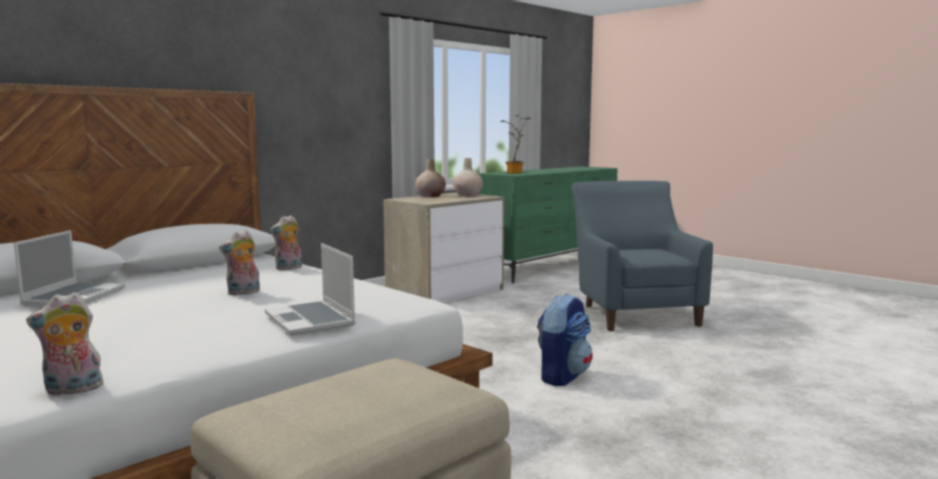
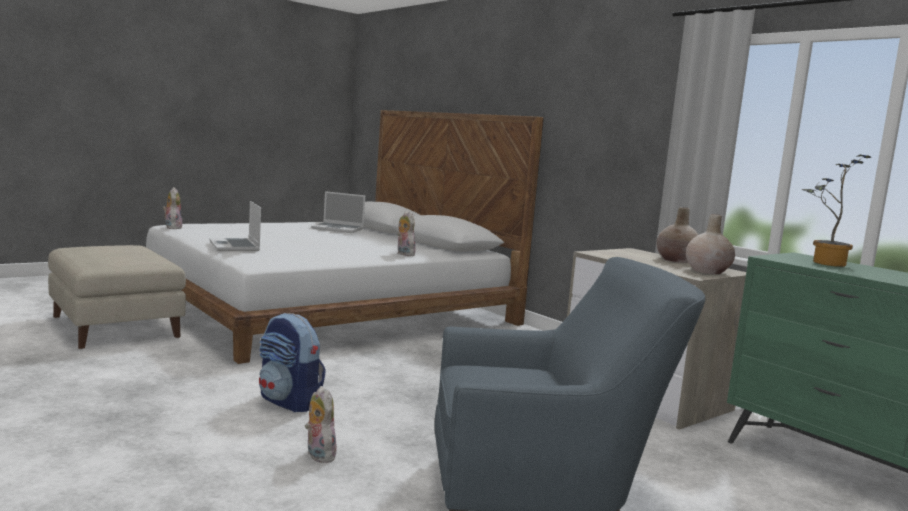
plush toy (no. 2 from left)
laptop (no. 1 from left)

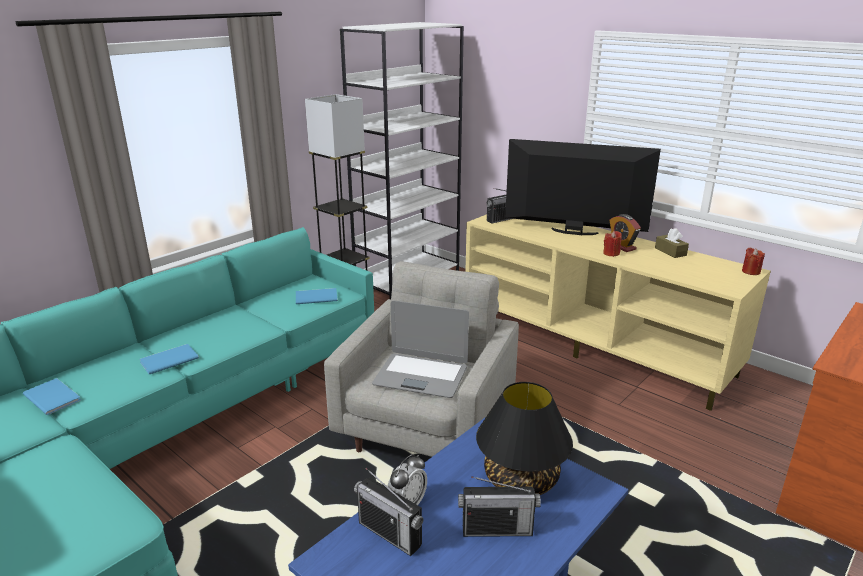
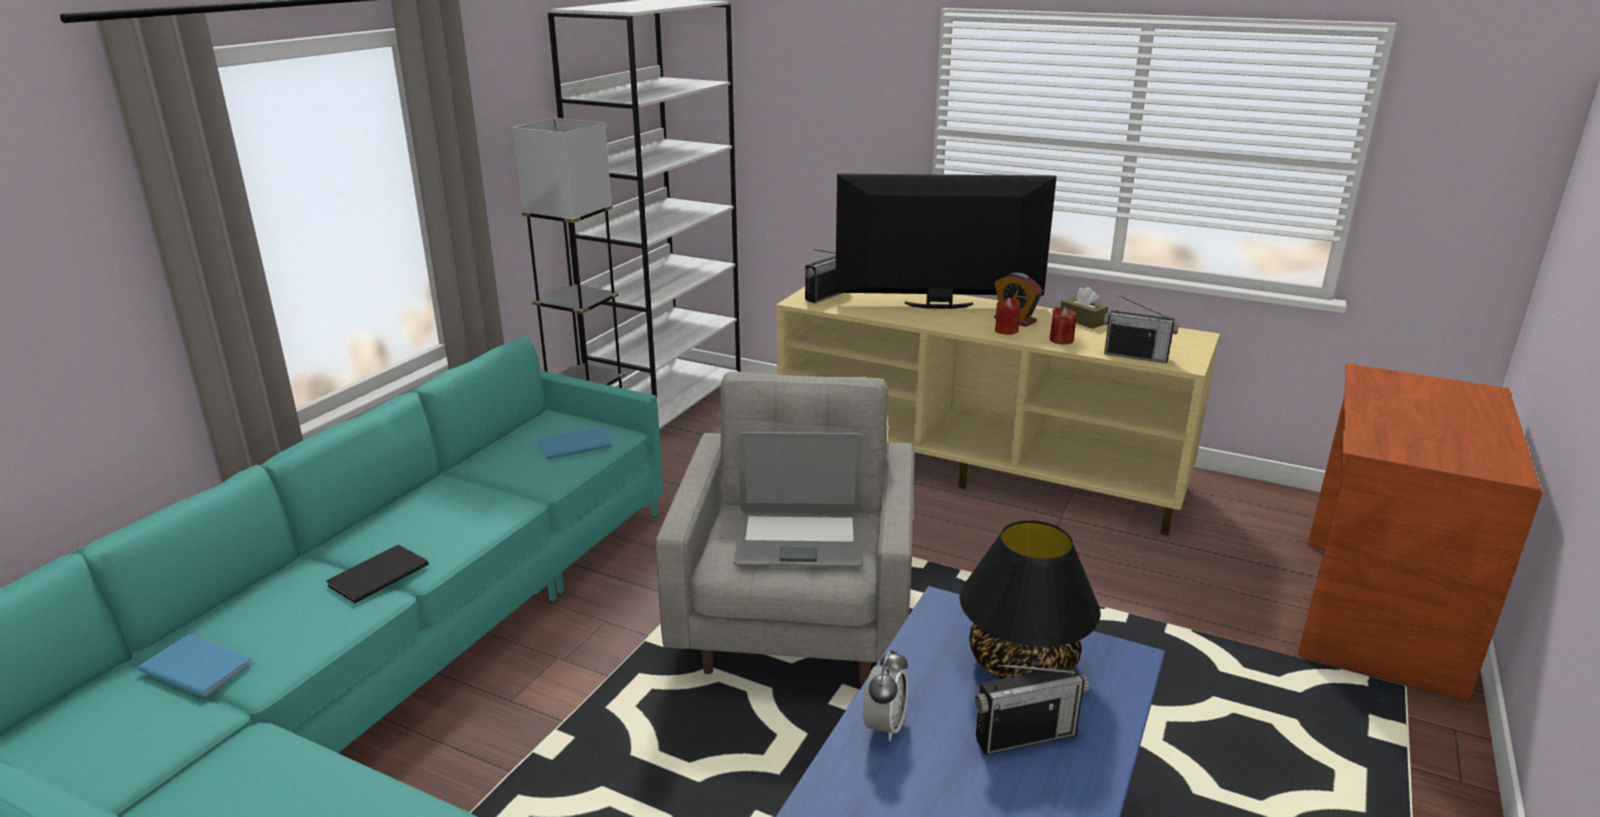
radio (no. 3 from left)
red candle (no. 2 from left)
black book

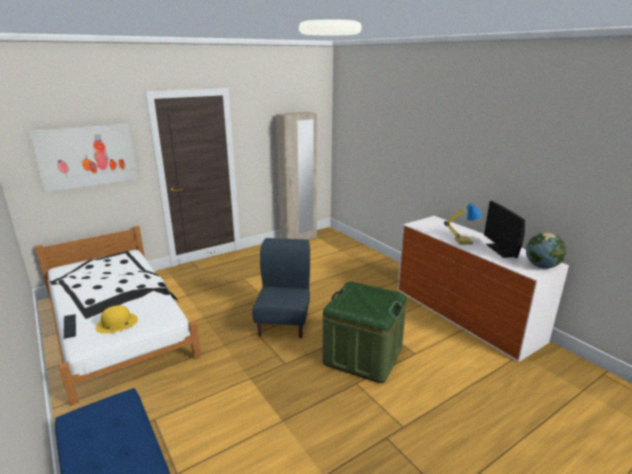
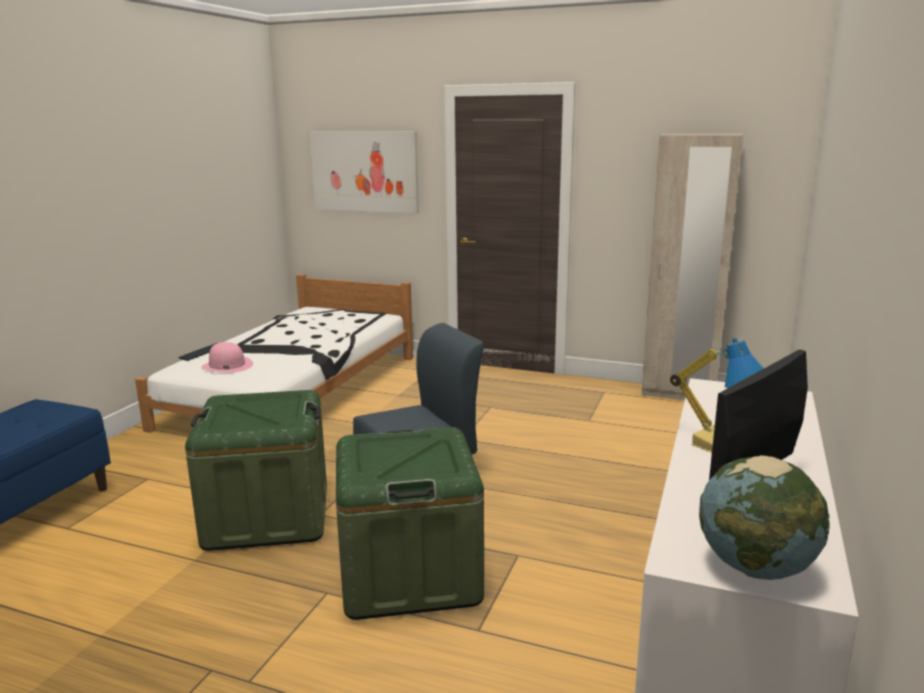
green storage box (no. 1 from left)
pink hat

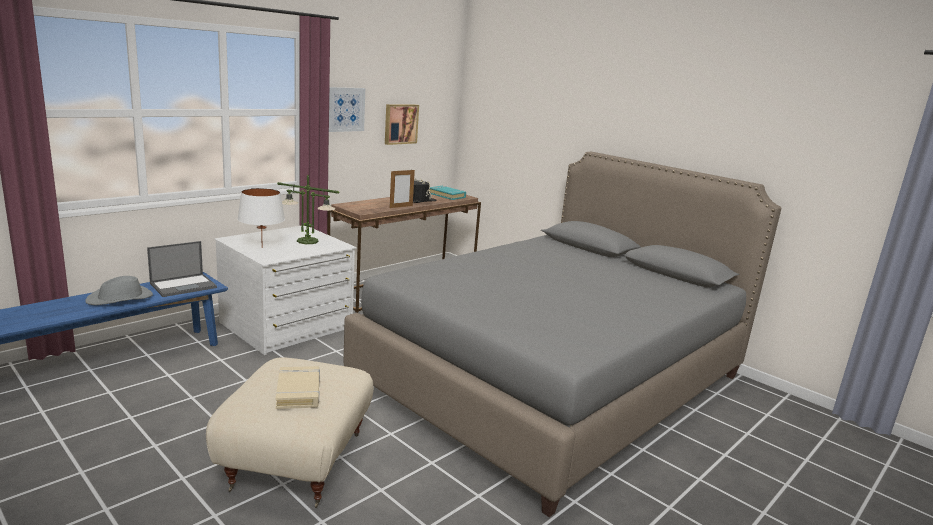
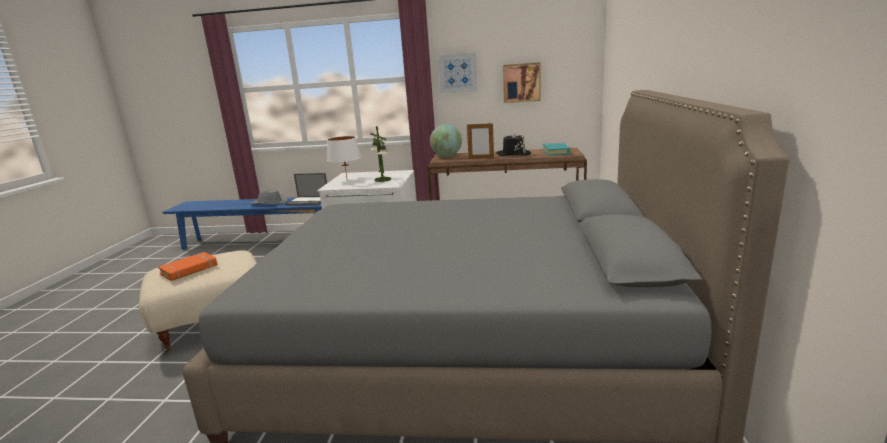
globe
orange book

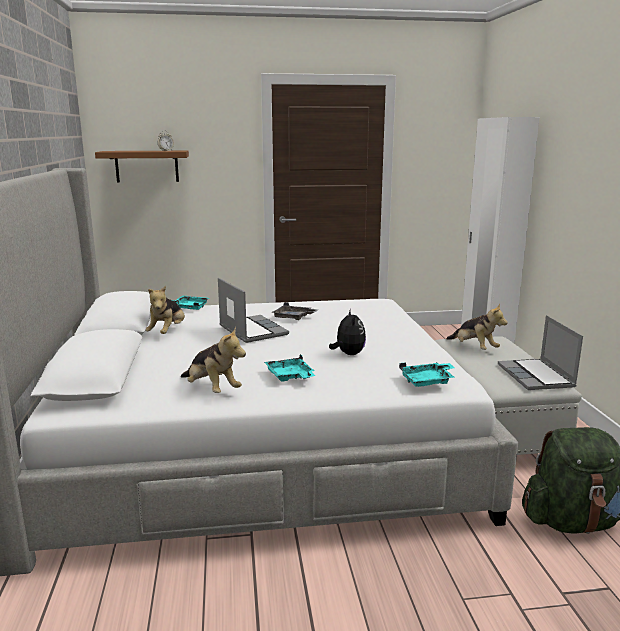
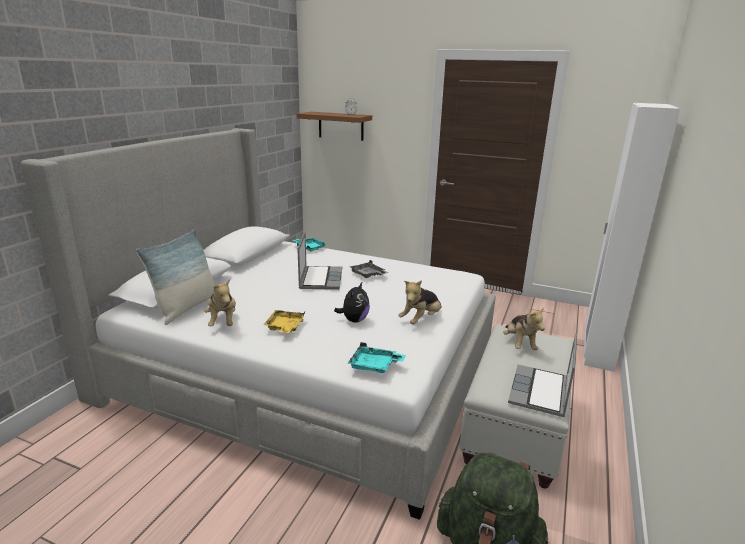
pillow
plush toy (no. 3 from left)
yellow tray

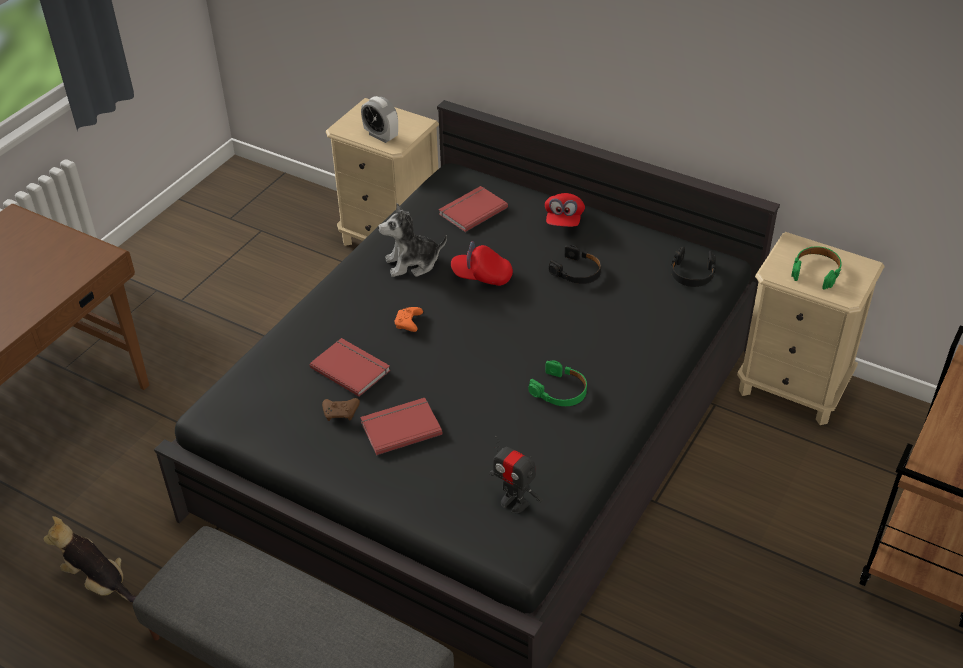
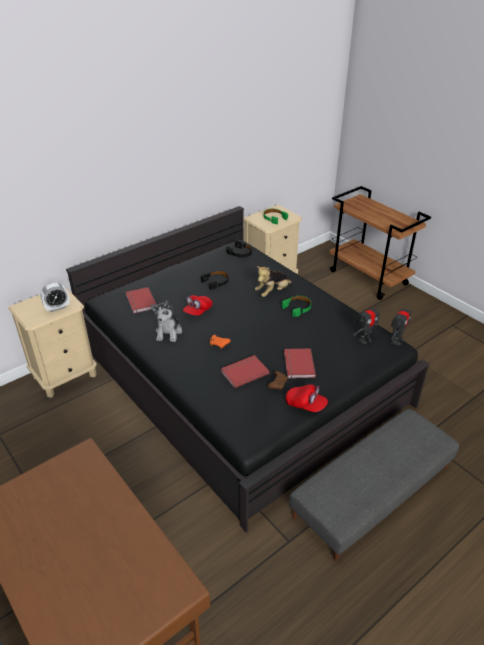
toy robot (no. 2 from left)
plush toy (no. 2 from left)
red cap (no. 2 from left)

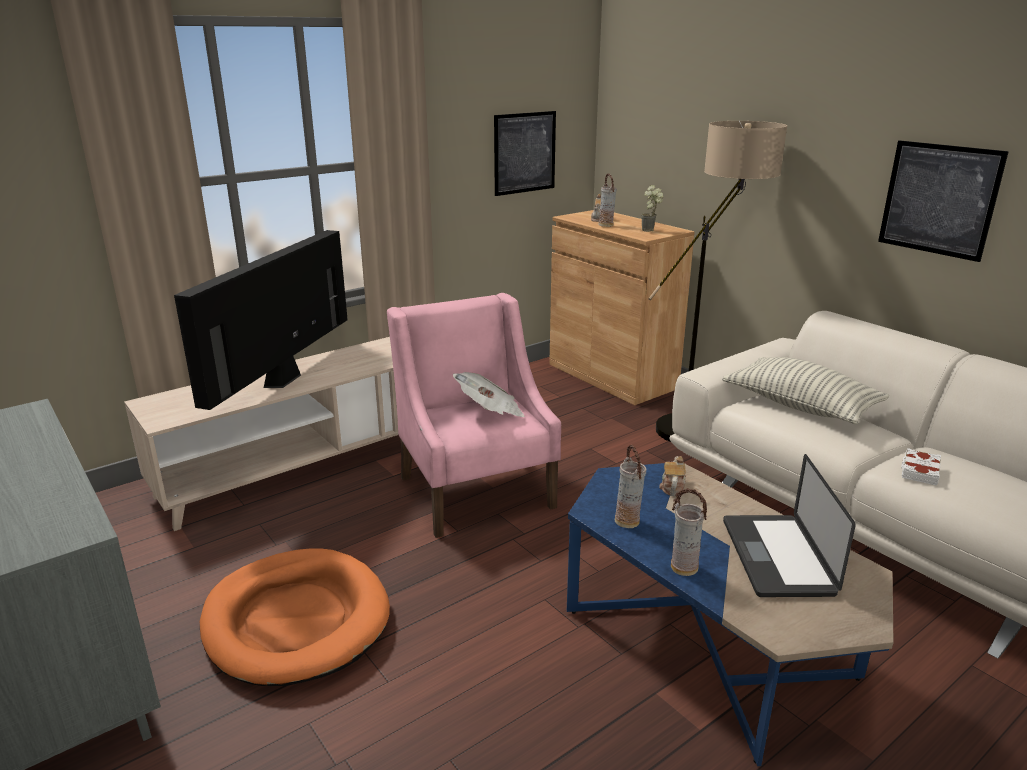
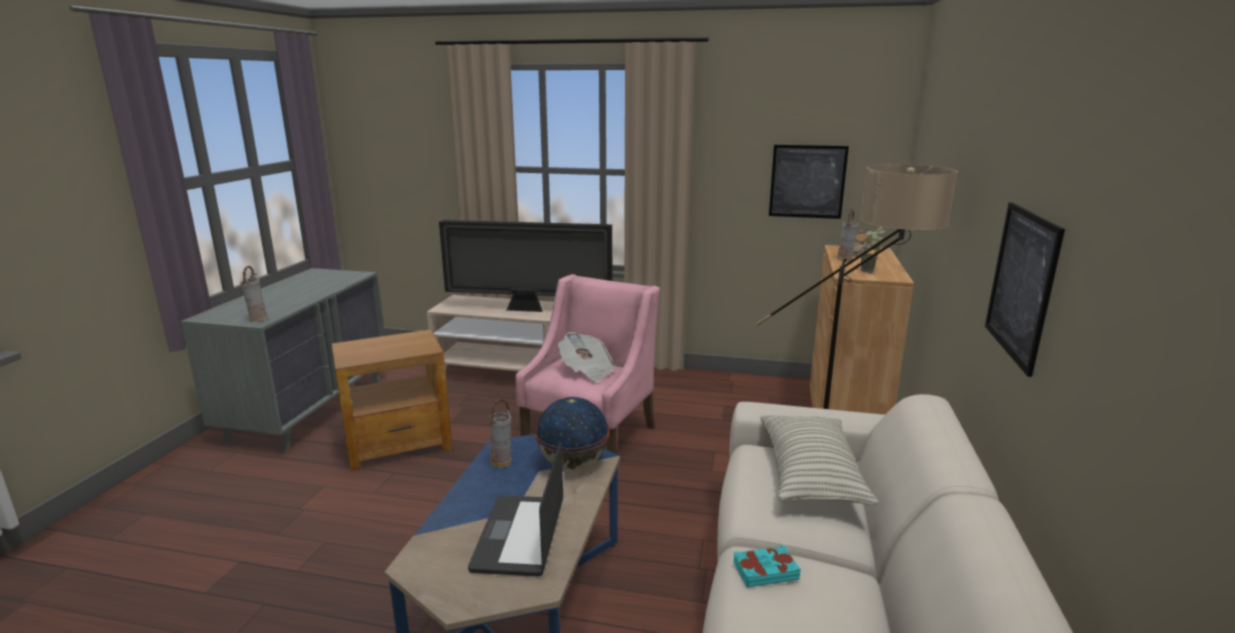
vase (no. 1 from left)
brown side table
globe
turquoise book
television
laptop

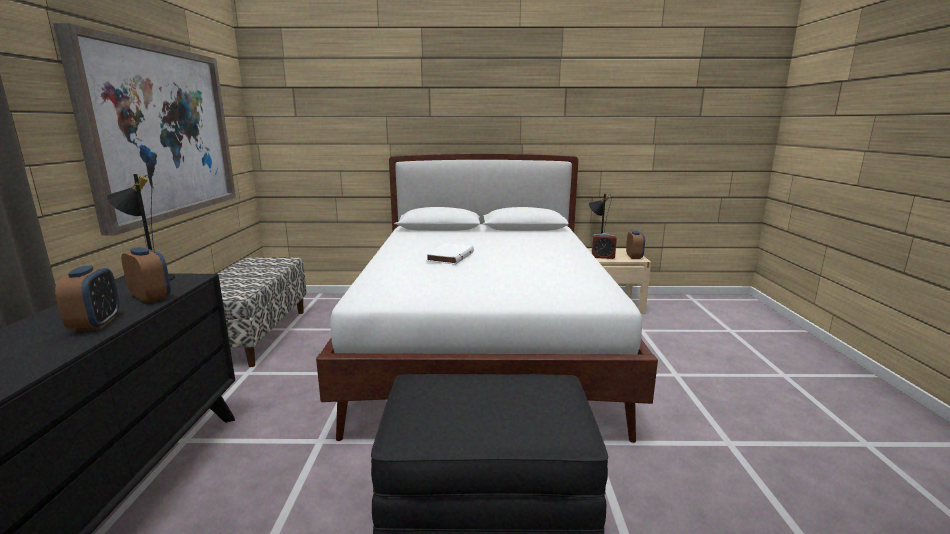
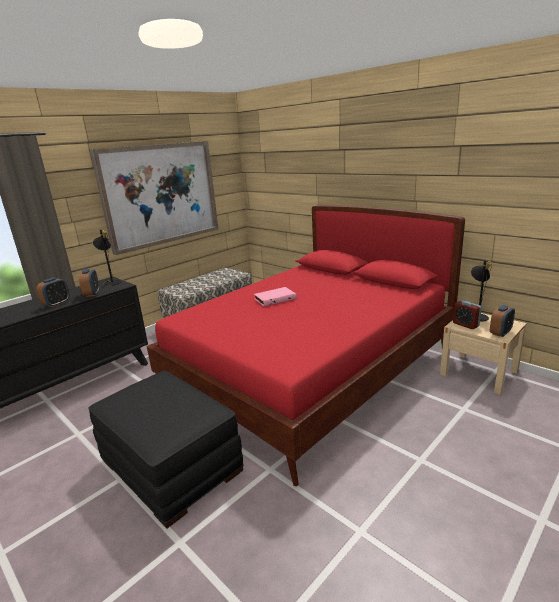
red bed
pink book

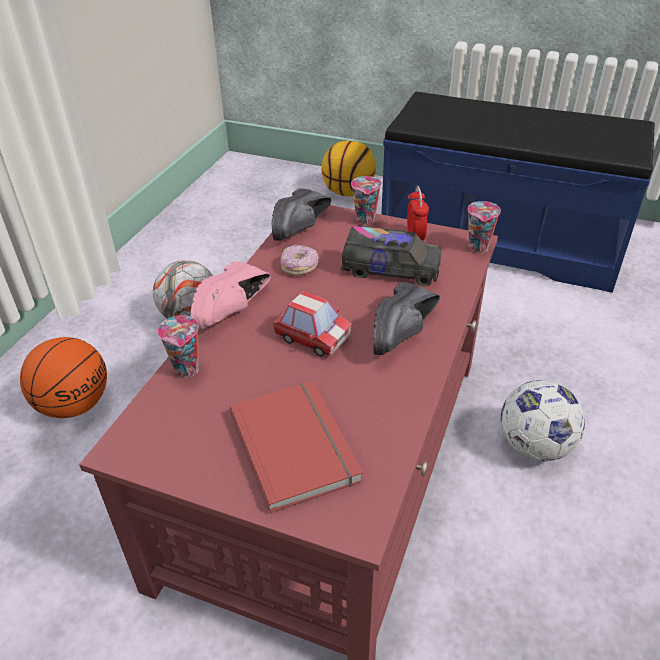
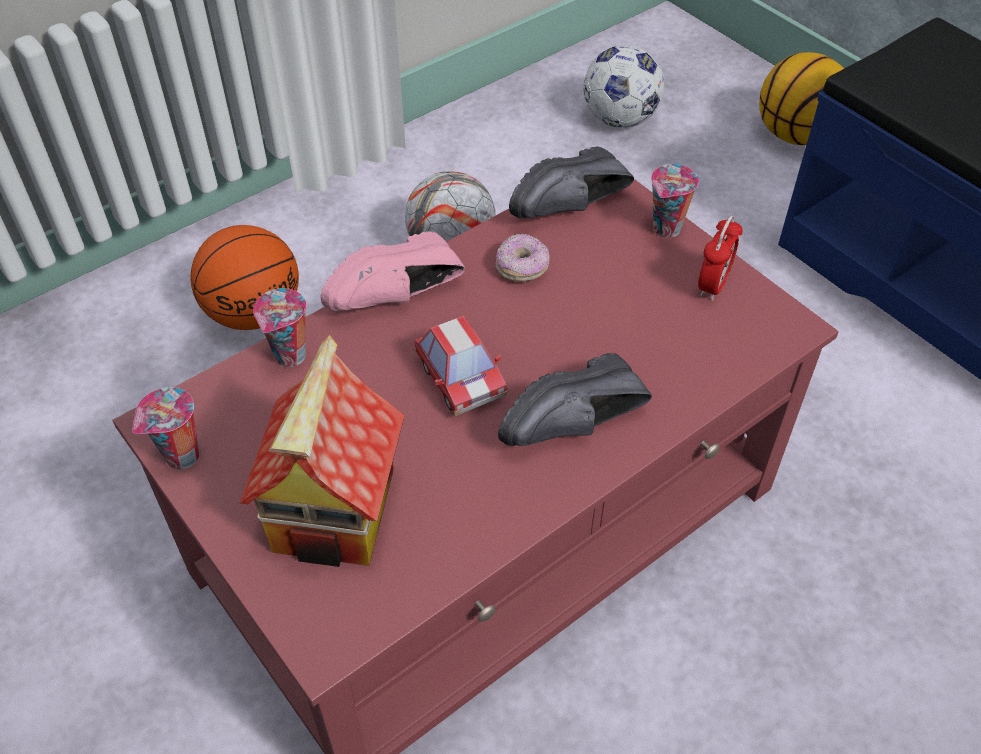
toy truck
cup (no. 1 from left)
football (no. 2 from left)
toy house

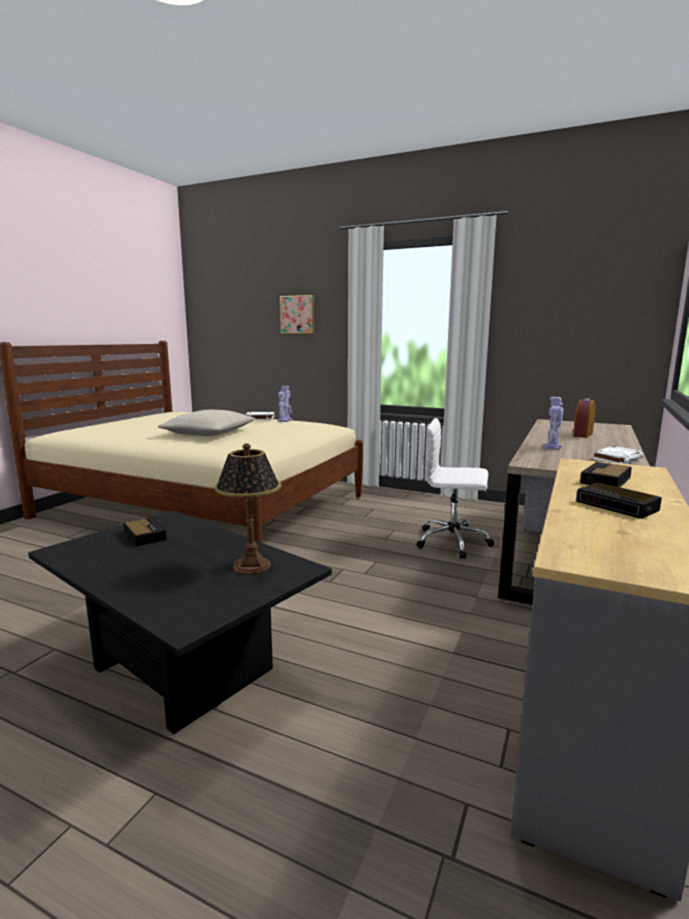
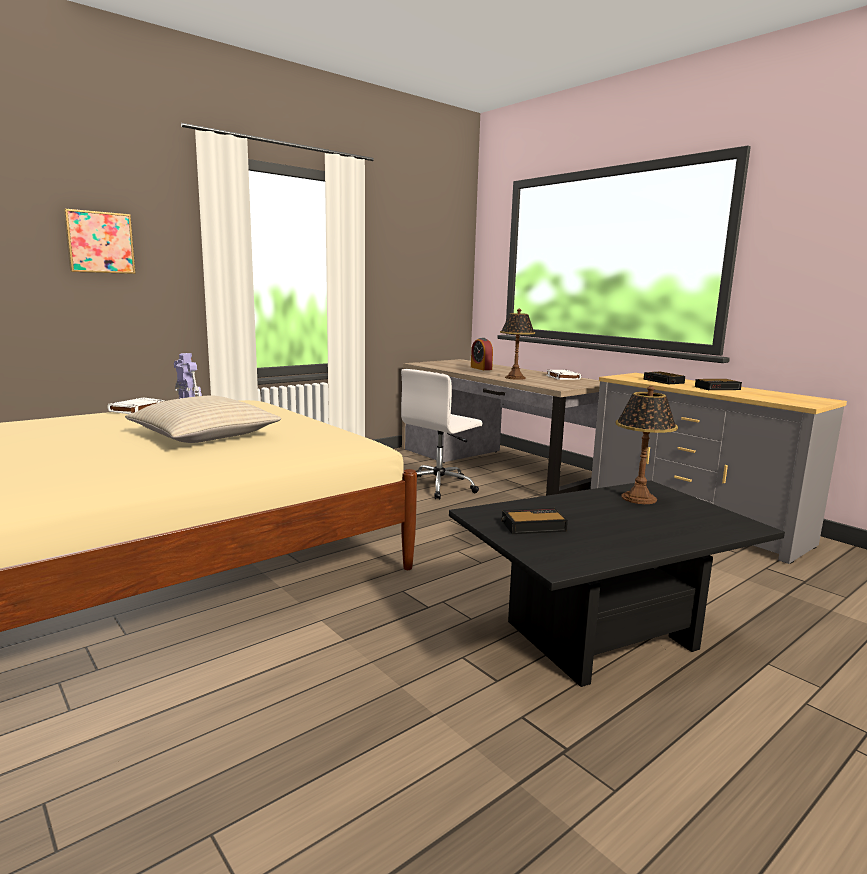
table lamp (no. 1 from left)

